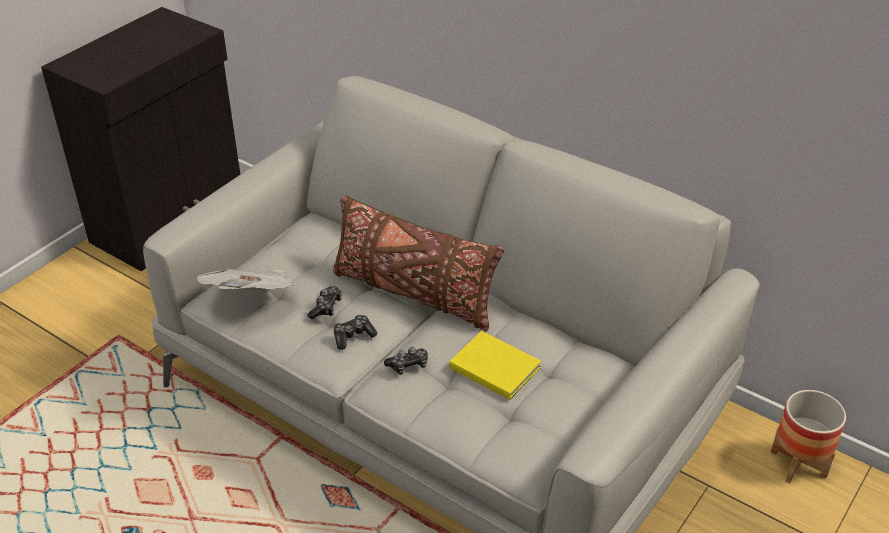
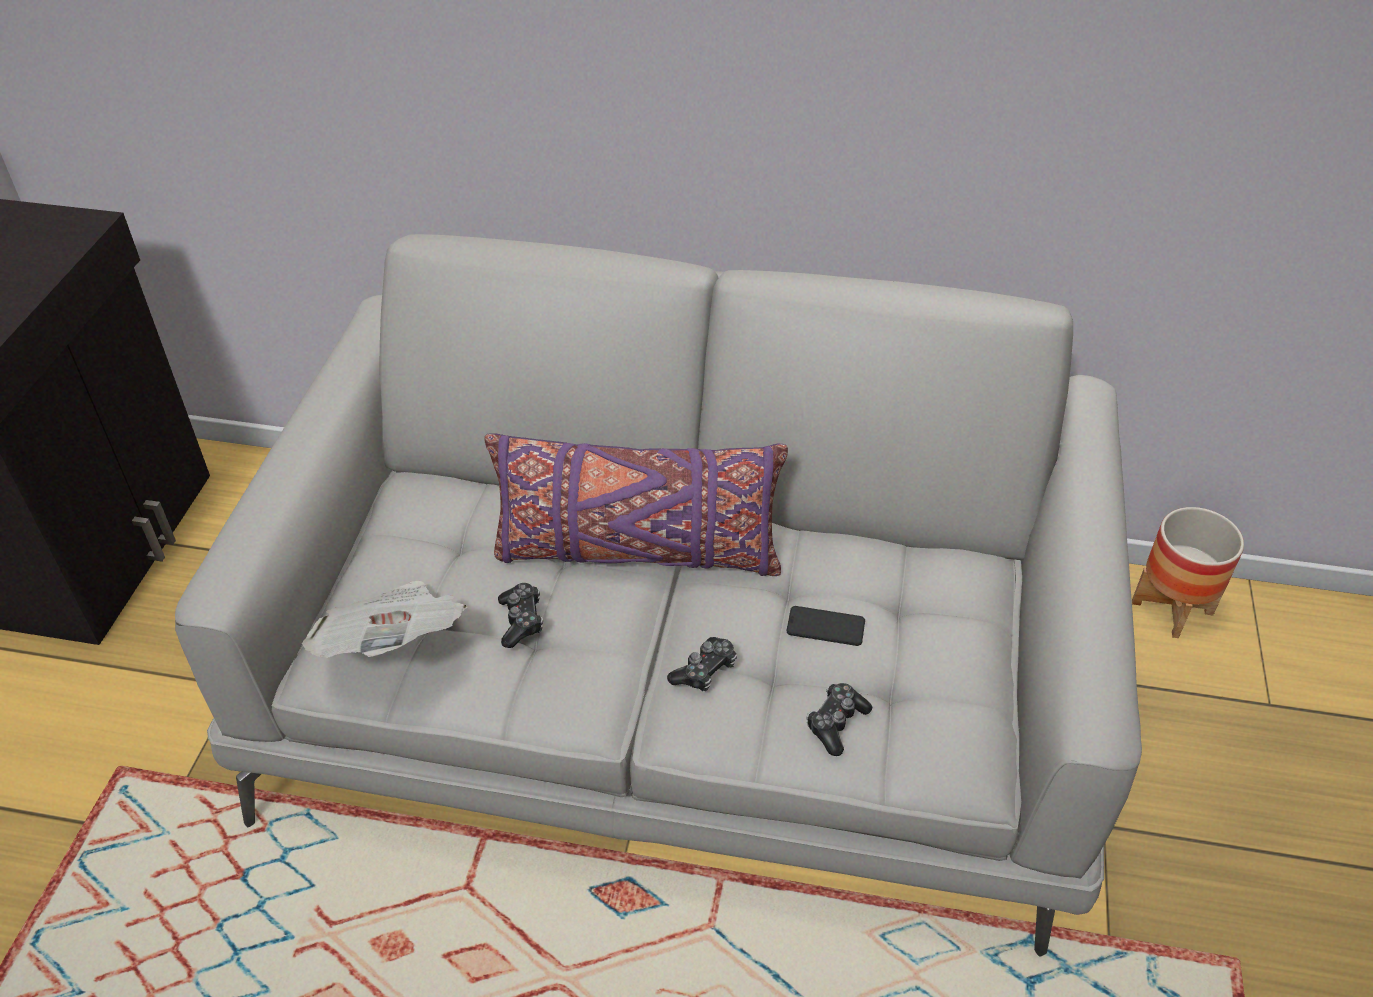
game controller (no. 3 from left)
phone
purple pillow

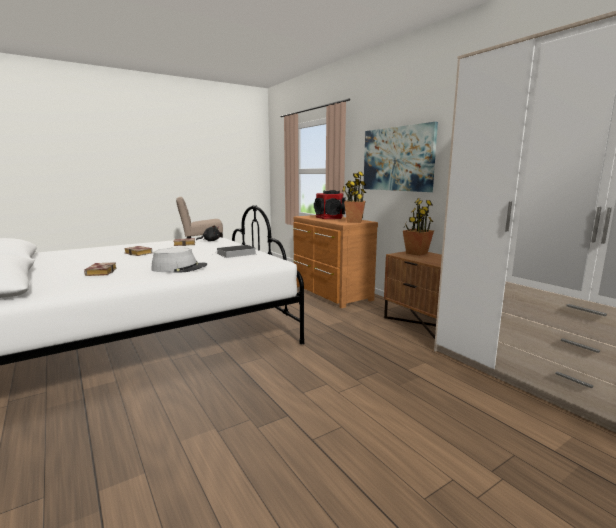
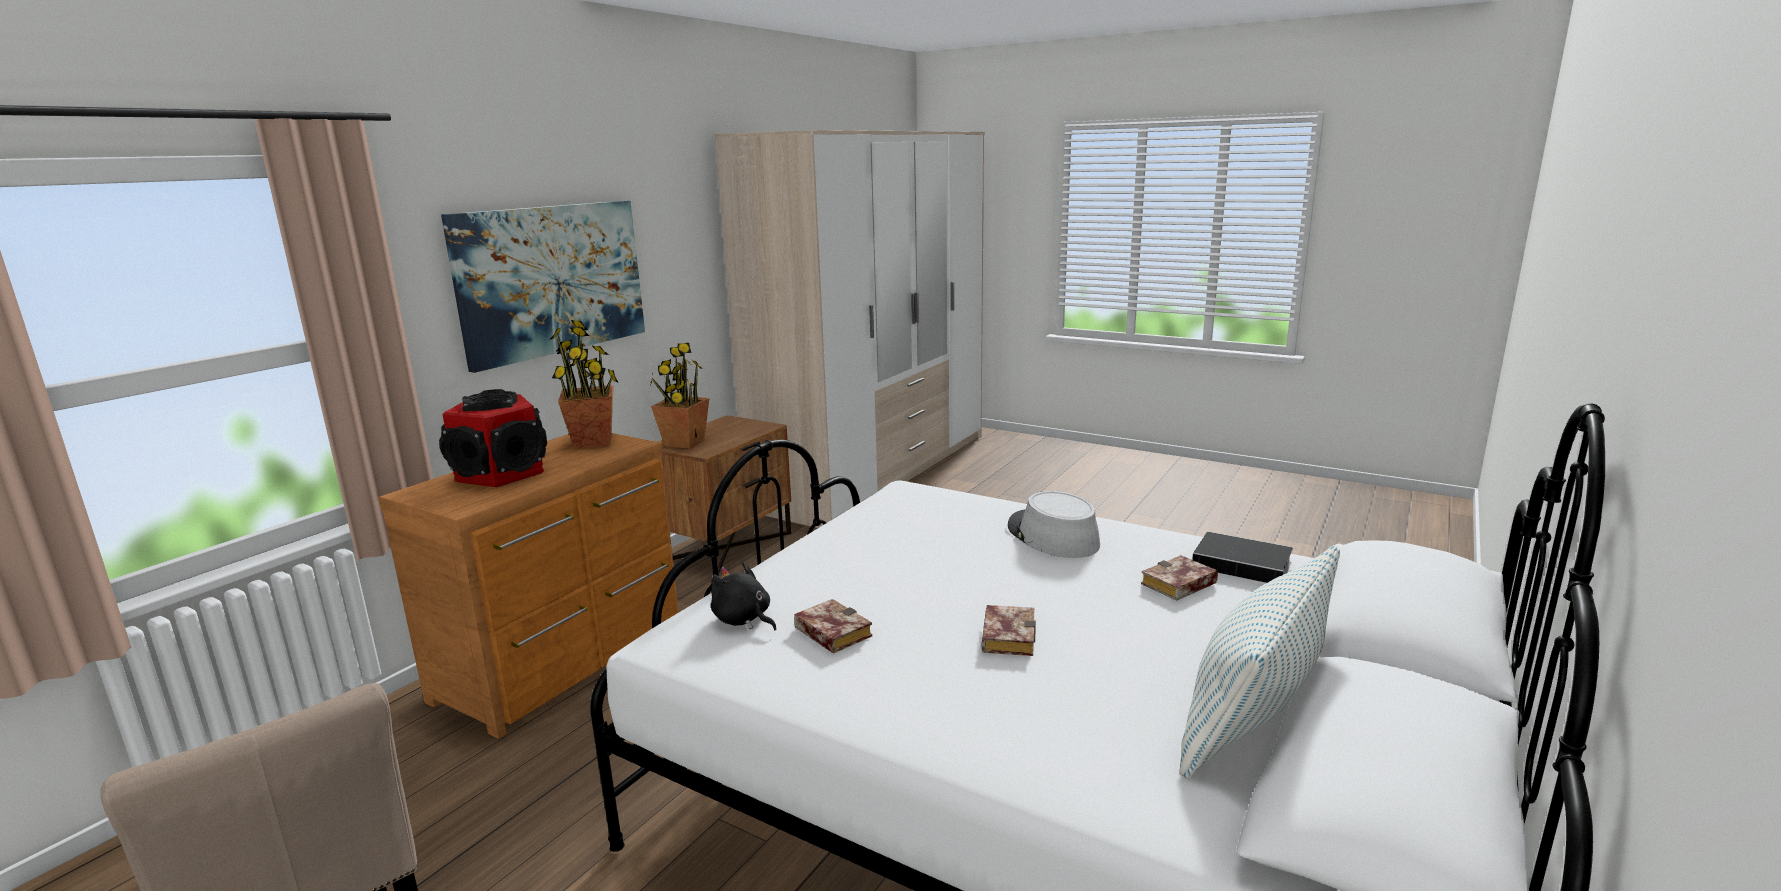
pillow
book (no. 4 from left)

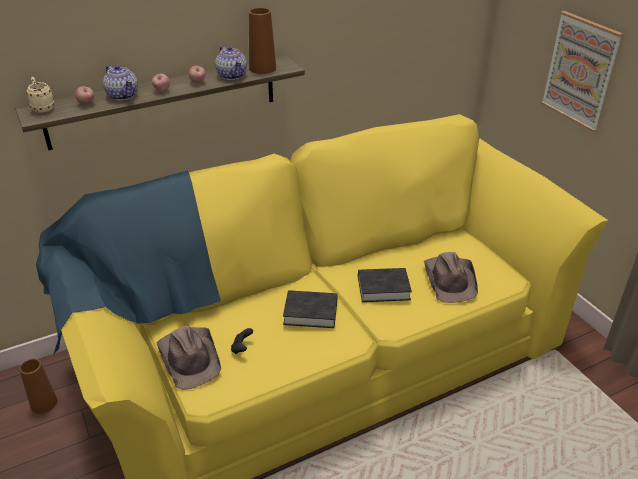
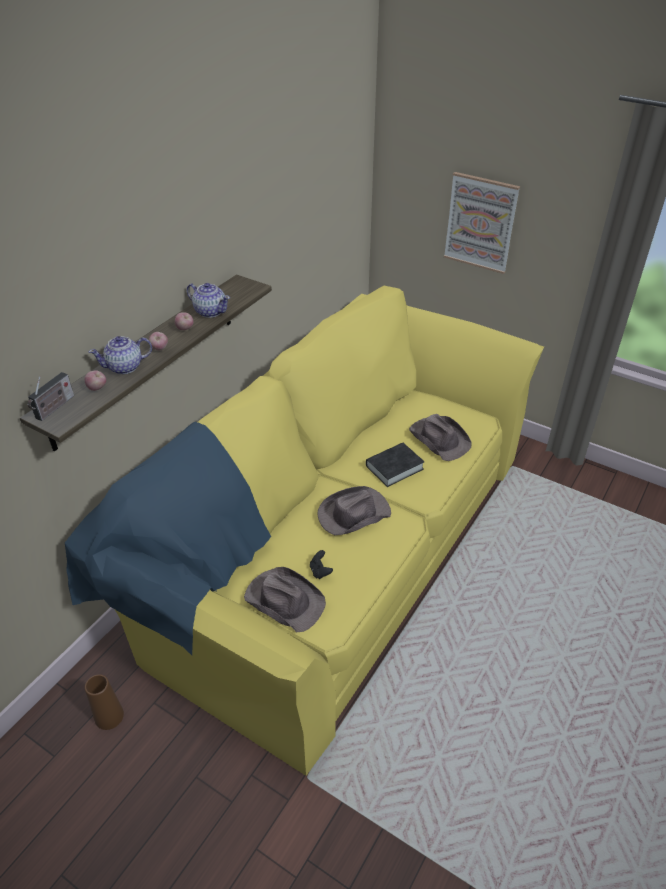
brown vase (no. 2 from left in the first image)
radio
brown hat (no. 2 from left)
teapot (no. 1 from left)

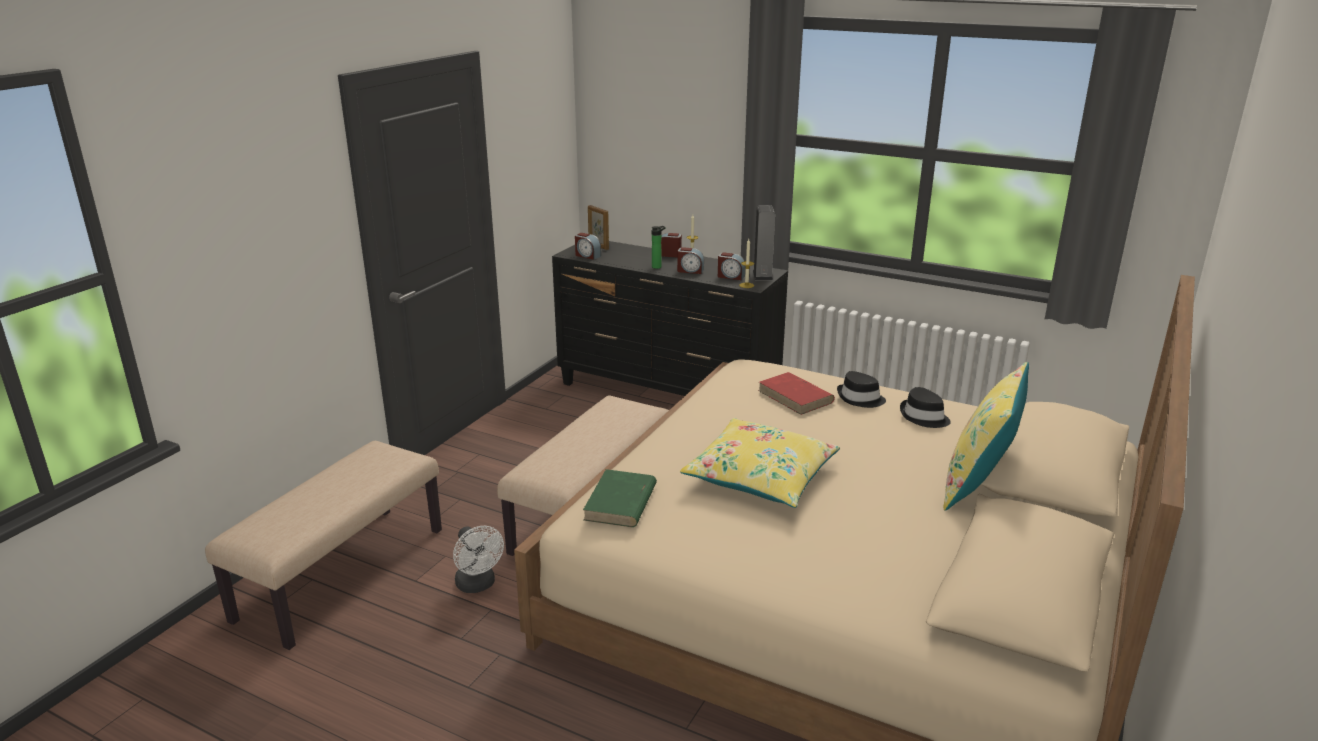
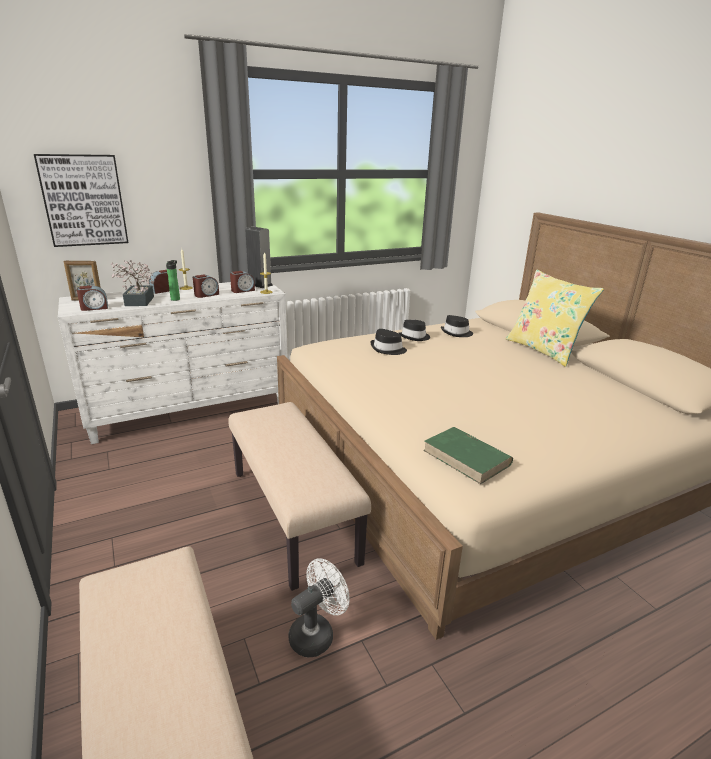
yellow pillow (no. 1 from left in the first image)
picture
potted plant
black hat (no. 1 from left)
white dresser
white fan

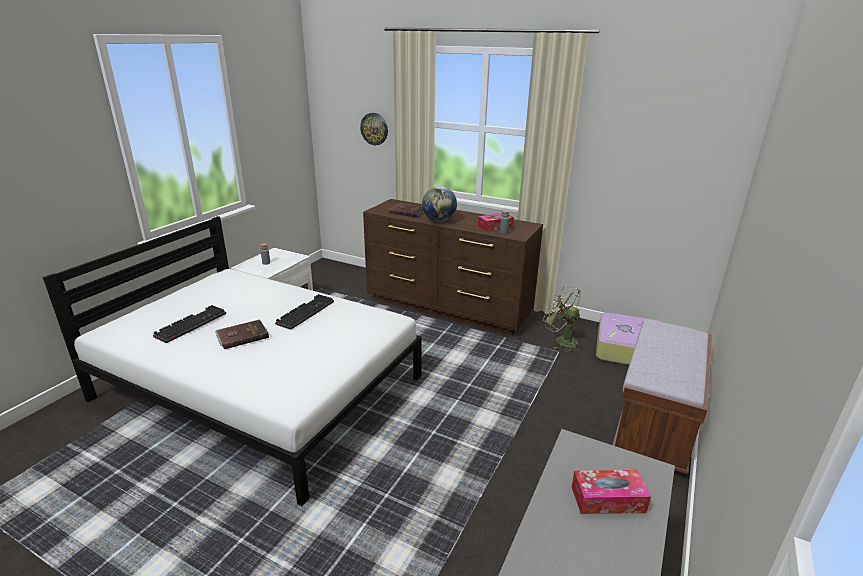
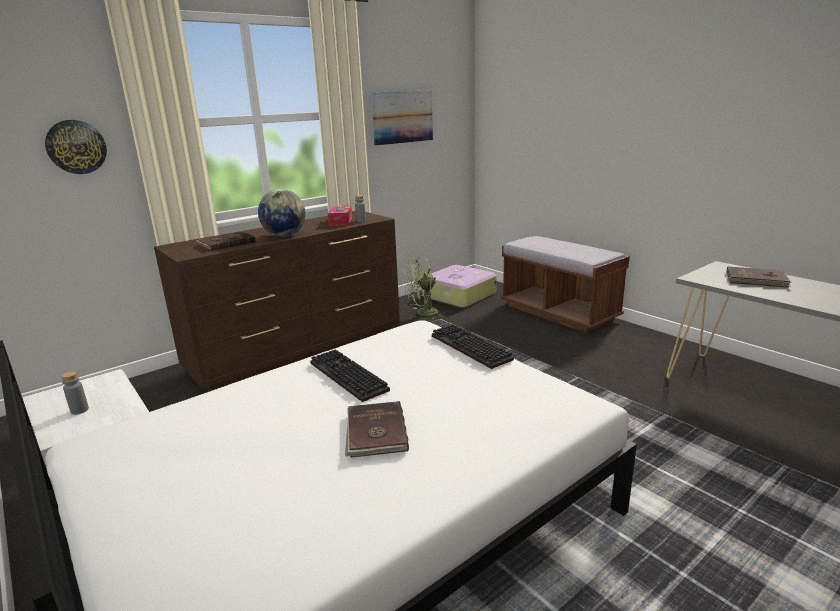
picture
keyboard (no. 2 from left)
brown book (no. 3 from left)

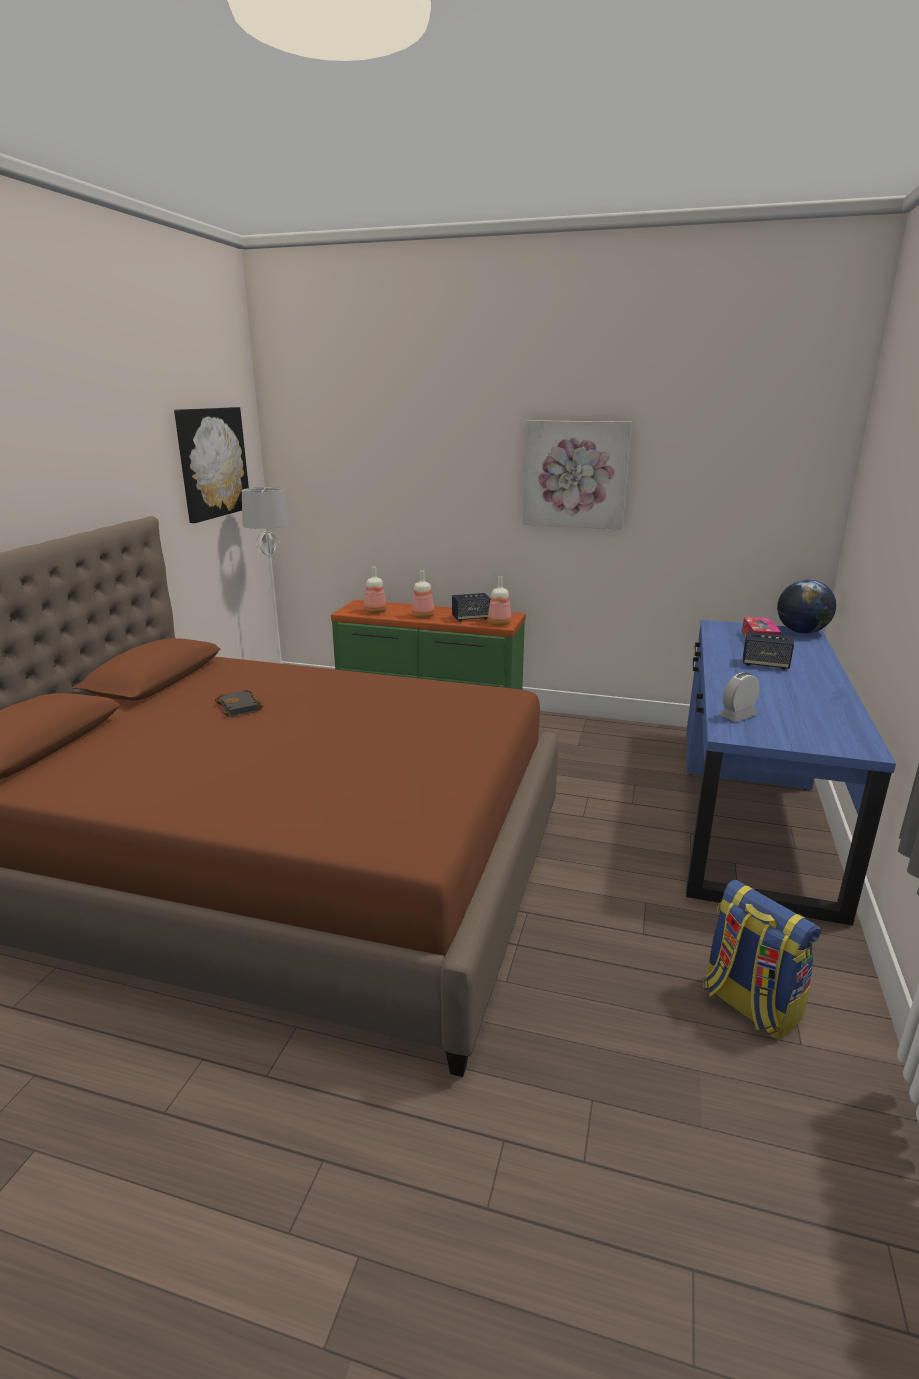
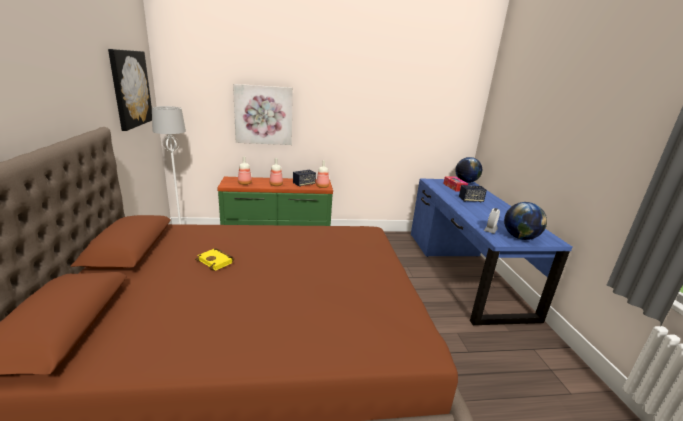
backpack
globe (no. 2 from left)
picture (no. 2 from left)
yellow book

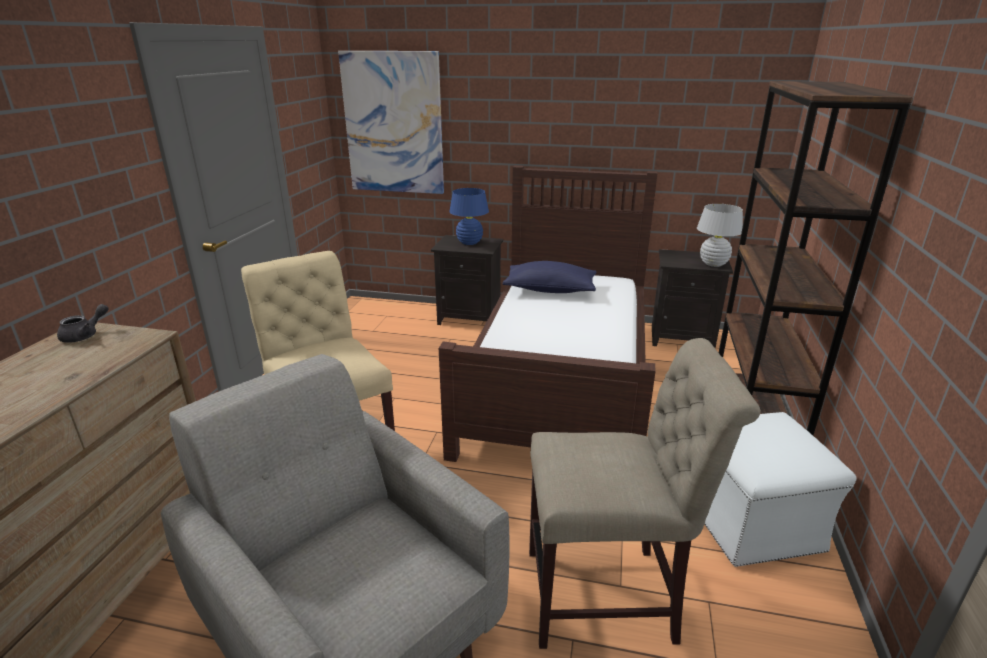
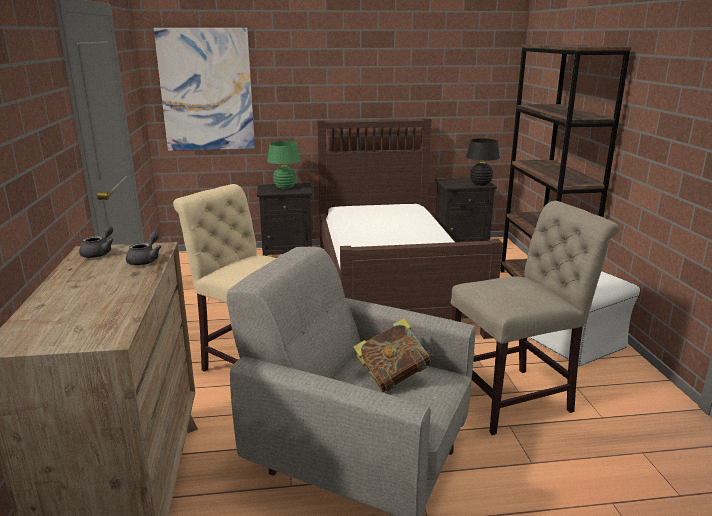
blue pillow
grey teapot (no. 2 from left)
book
green table lamp
black table lamp

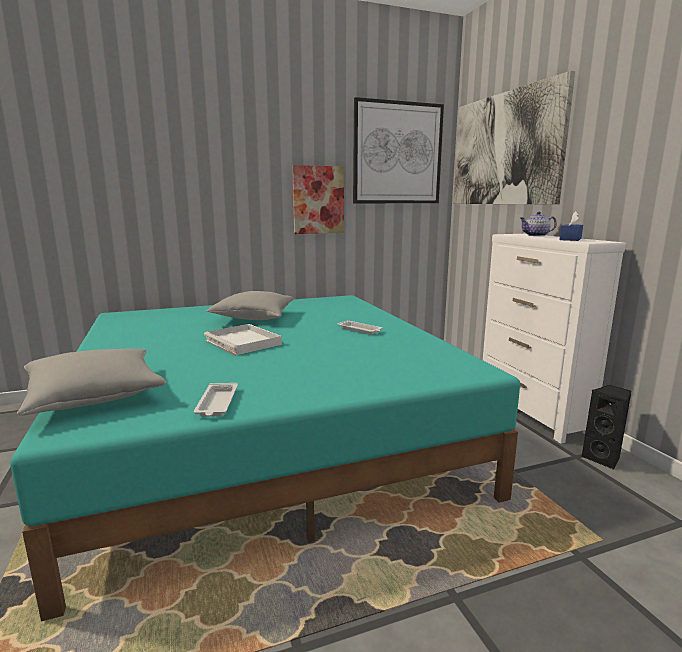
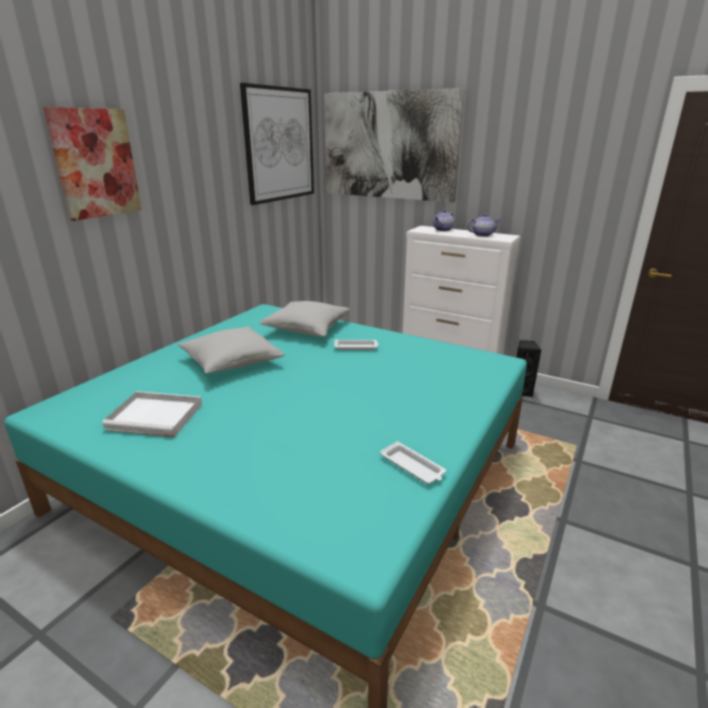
grey pillow (no. 2 from left)
white tray (no. 1 from left)
picture (no. 1 from left)
teapot (no. 2 from left)

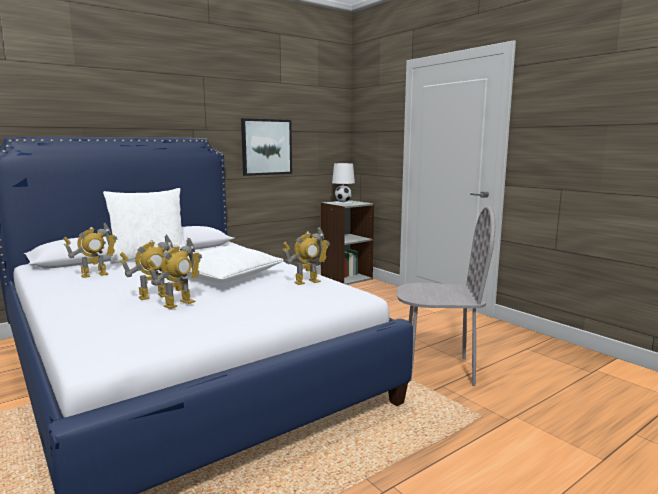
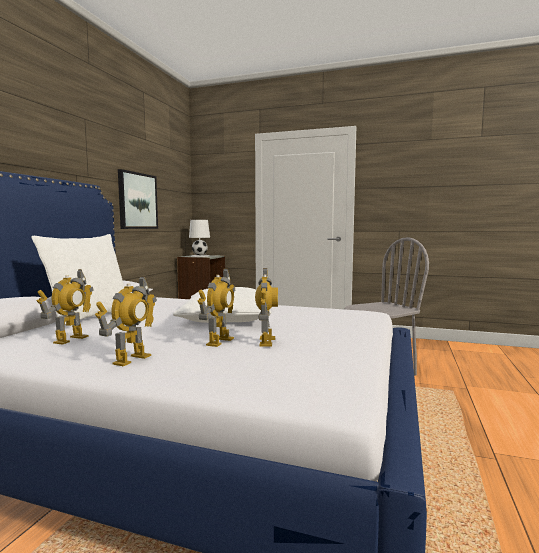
toy robot (no. 2 from left)

